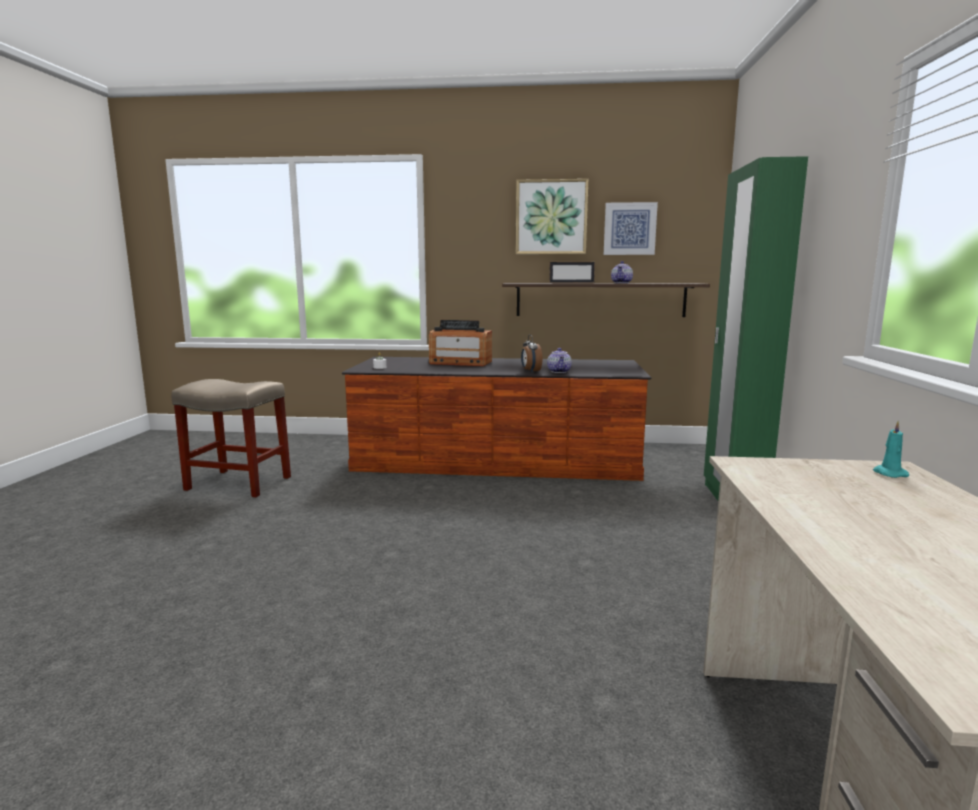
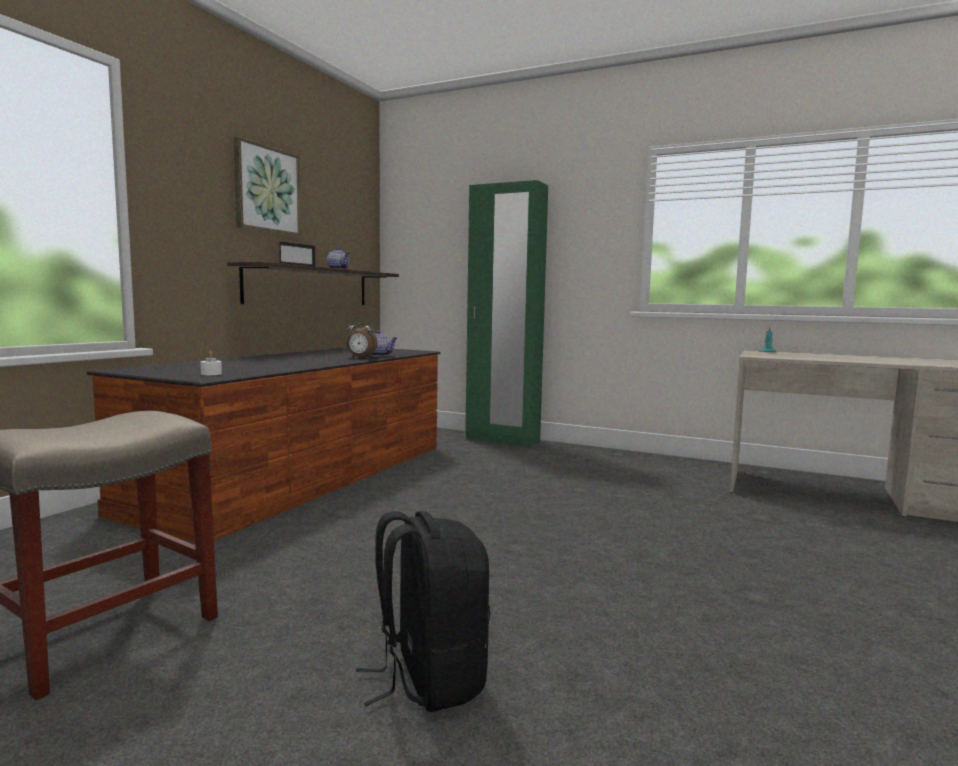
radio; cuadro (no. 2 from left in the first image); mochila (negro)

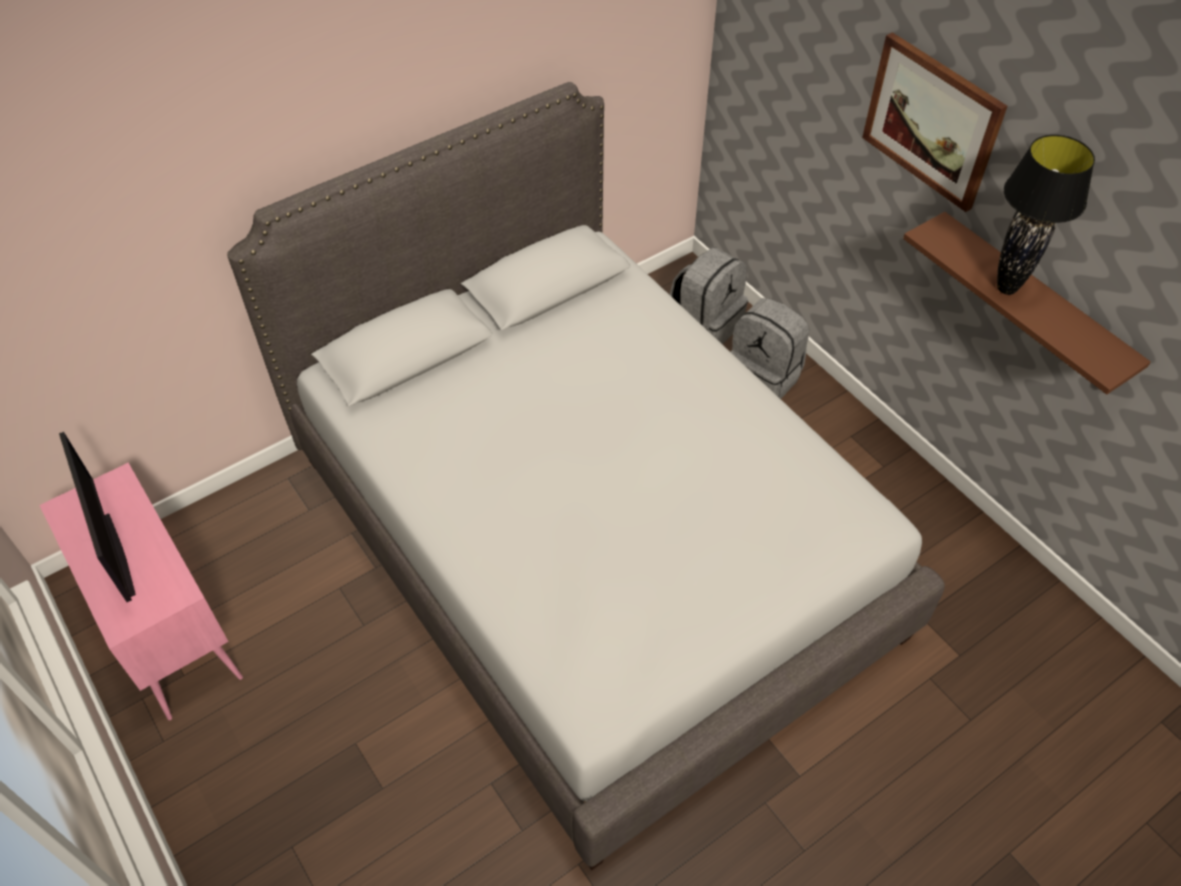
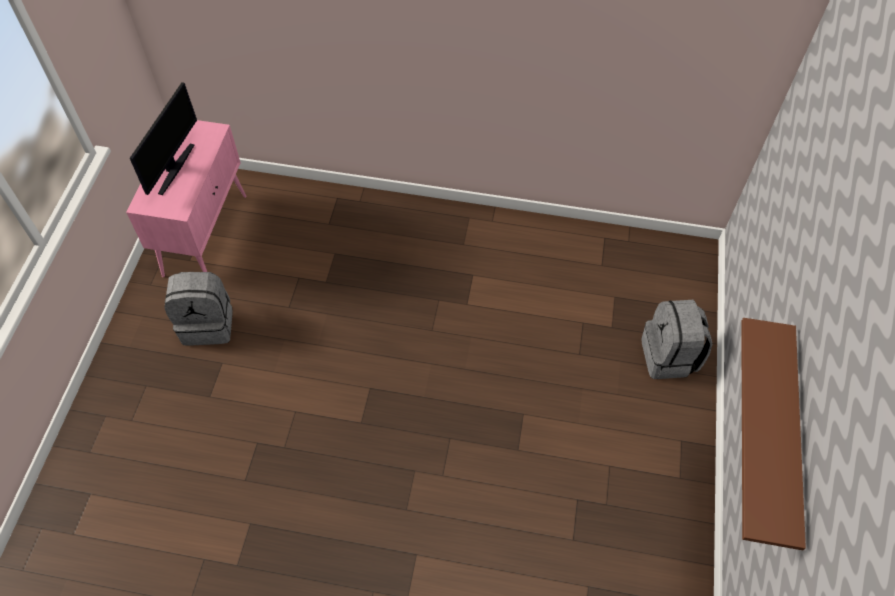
cama (gris); cuadro; lámpara de mesa (negro); mochila (gris) (no. 1 from left)

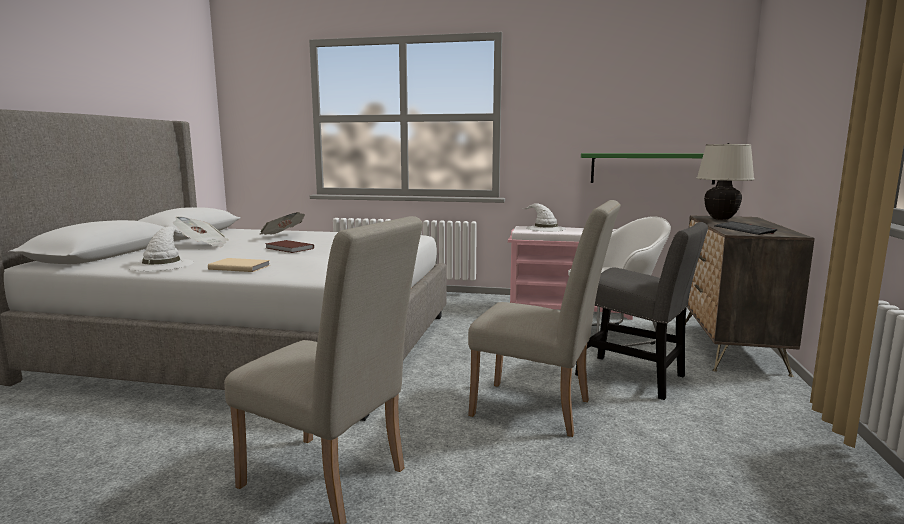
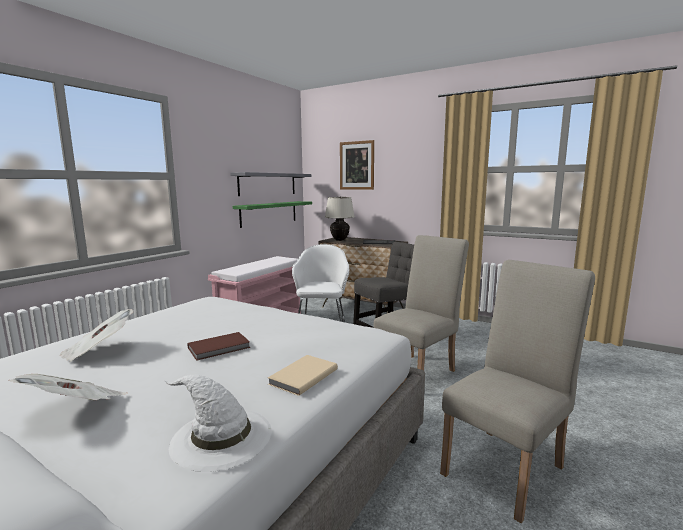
sombrero (blanco) (no. 2 from left in the first image); estante (gris); cuadro

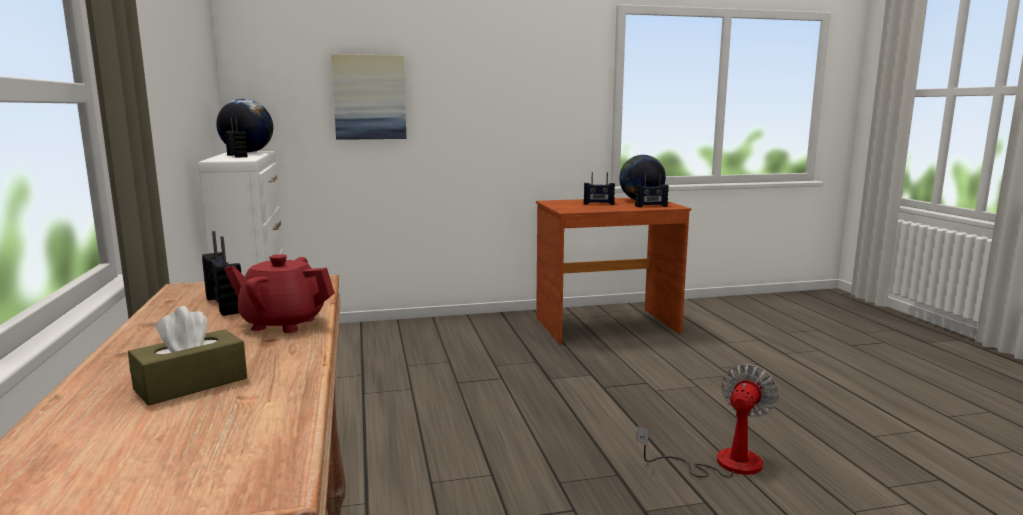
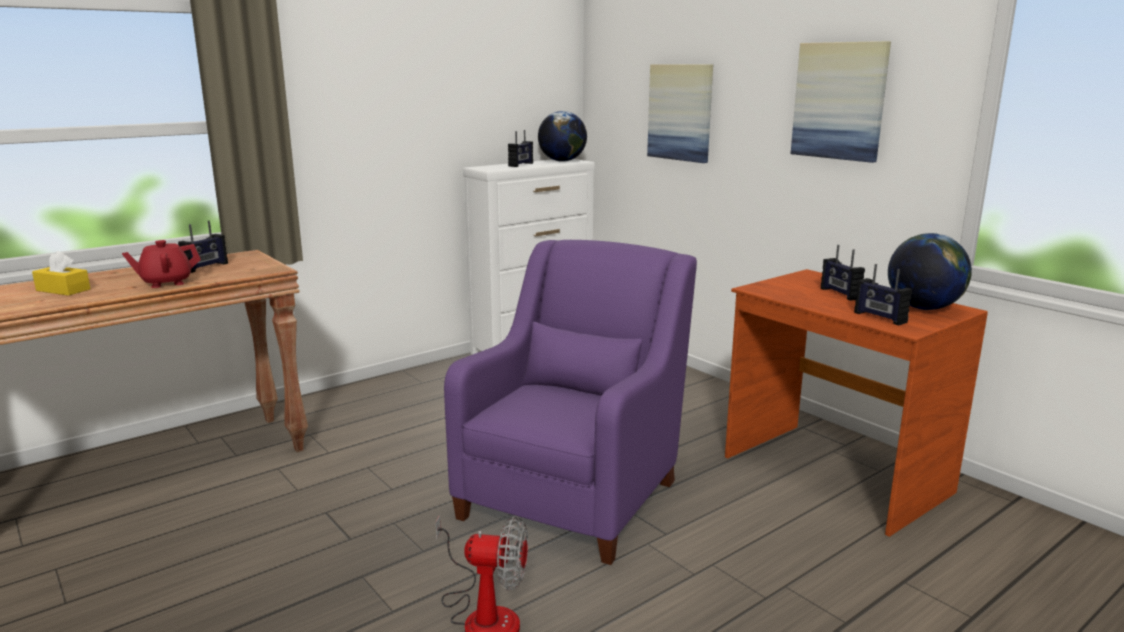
sillón (morado); cuadro (no. 2 from left); caja de pañuelos (amarillo); tetera (rojo)

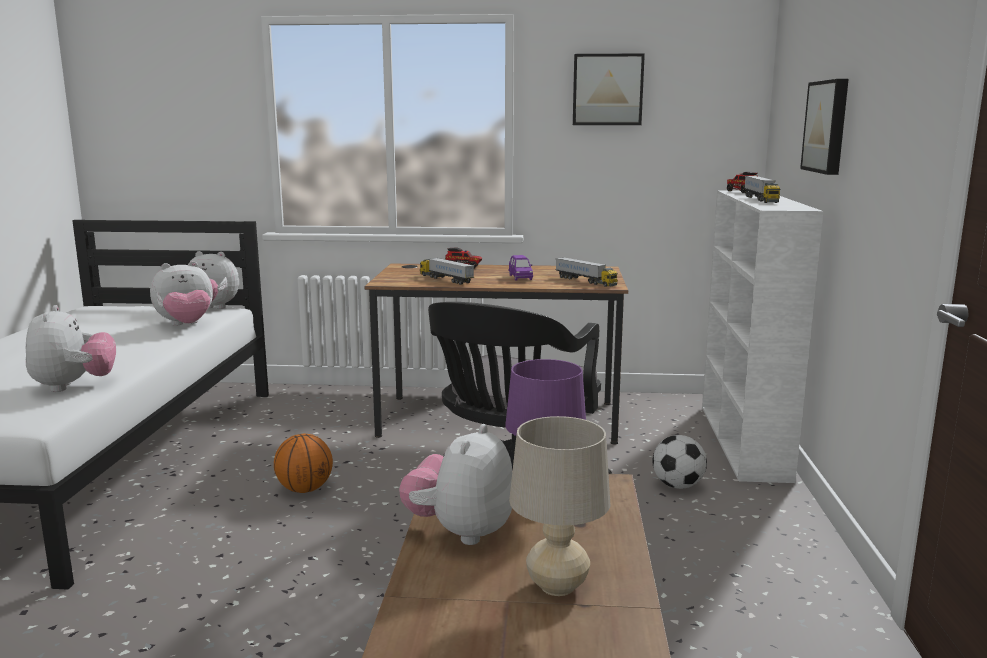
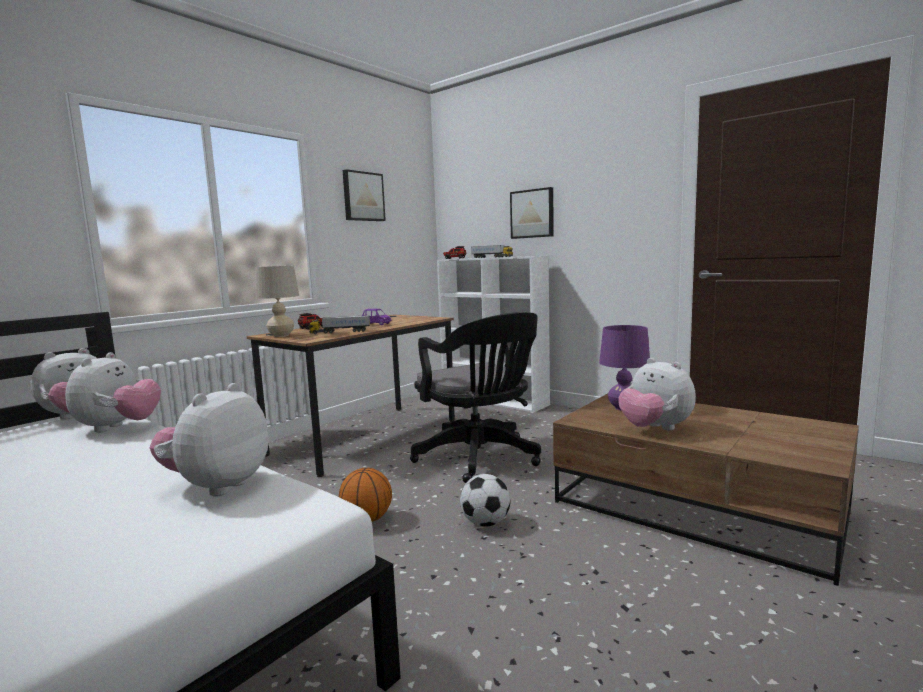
camión de juguete (no. 3 from left in the first image); lámpara de mesa (beis); balón de fútbol; peluche (no. 3 from left)

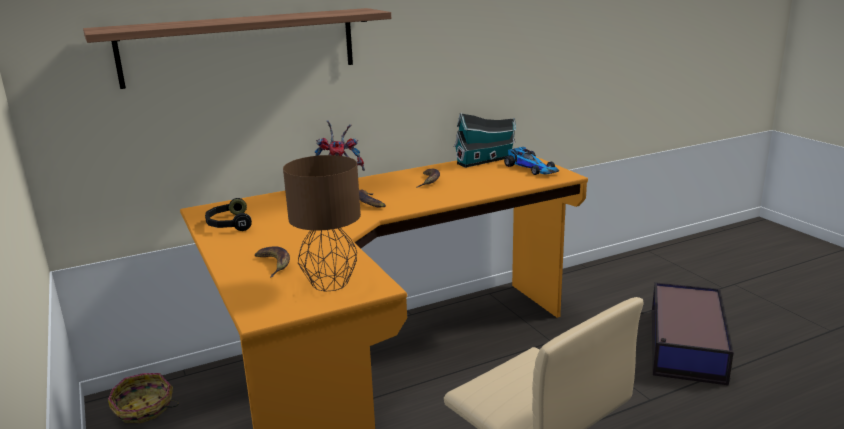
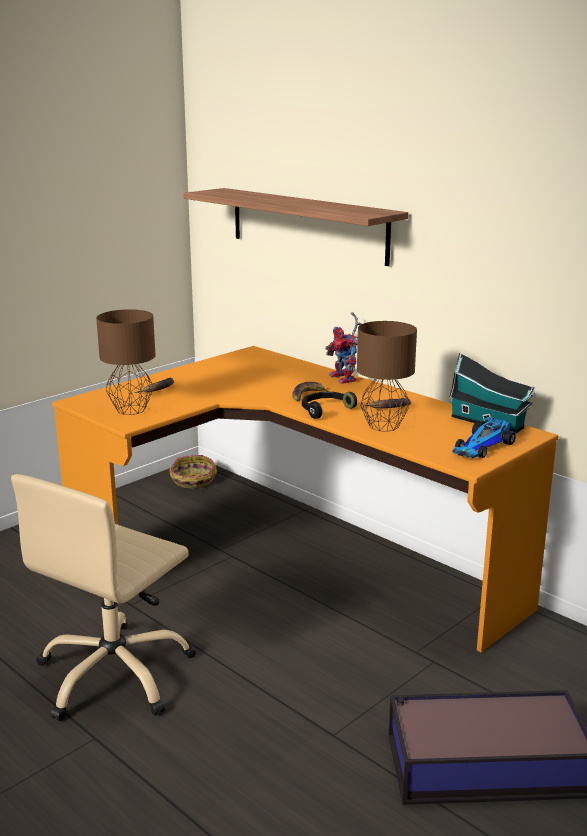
lámpara de mesa (marrón) (no. 2 from left); auriculares (negro)

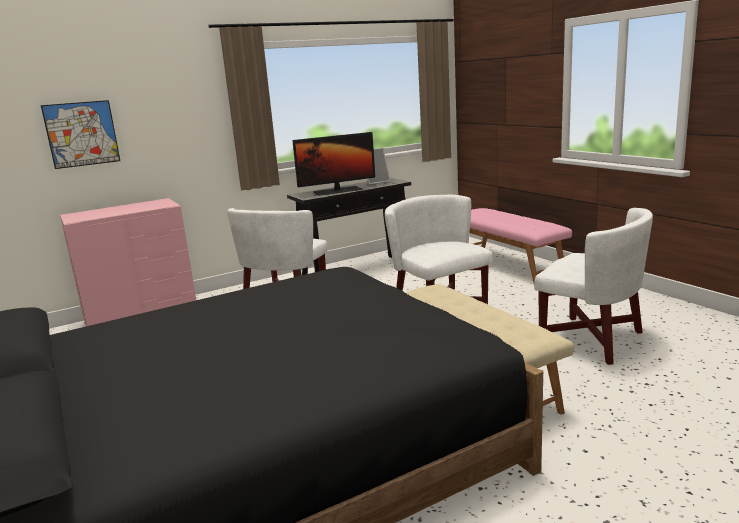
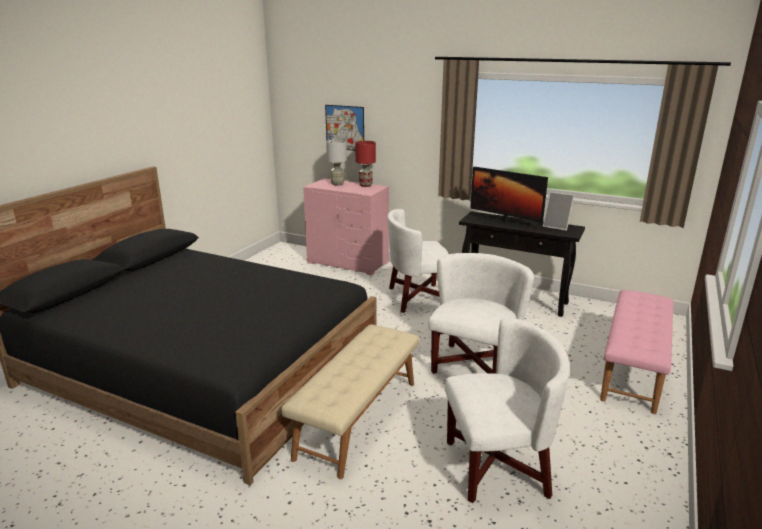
lámpara de mesa (gris); lámpara de mesa (rojo); sillón (blanco) (no. 3 from left)

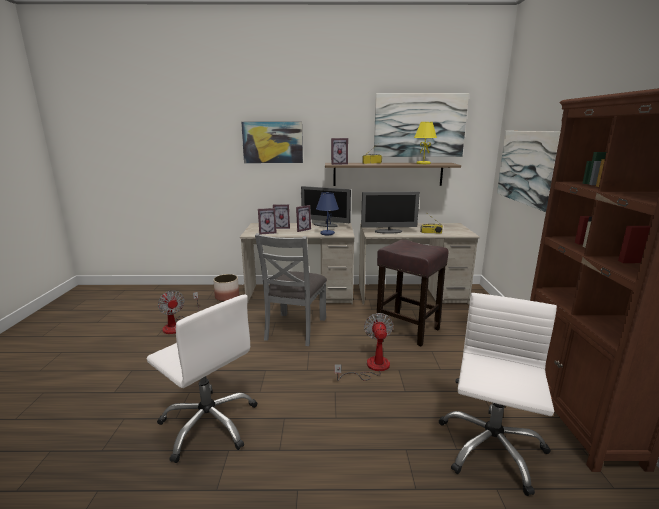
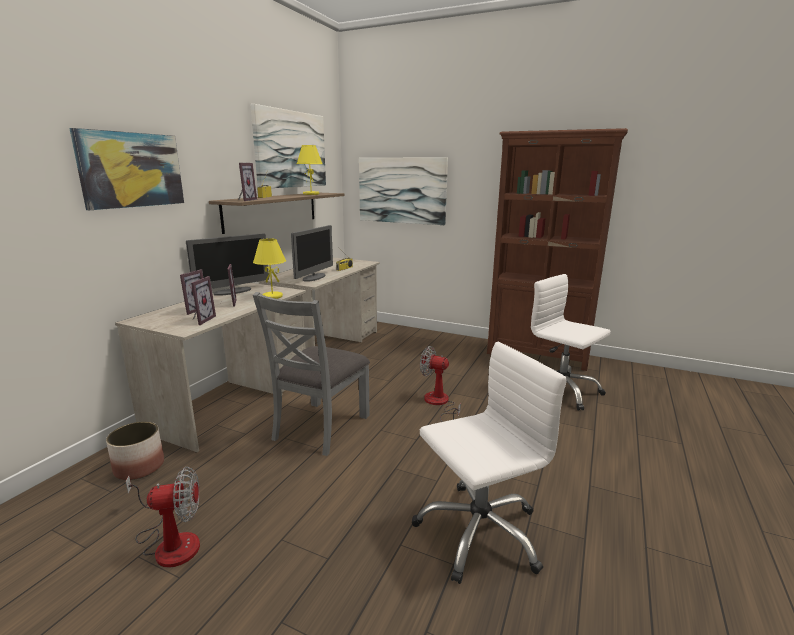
taburete (marrón); lámpara de mesa (amarillo) (no. 1 from left); silla (gris)

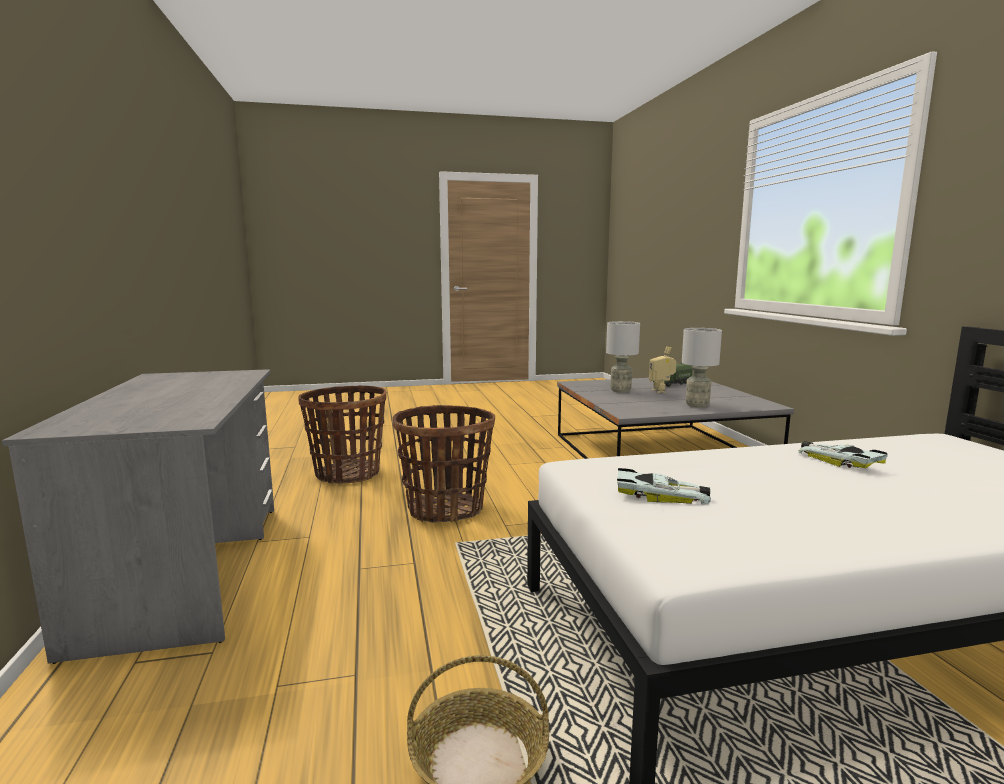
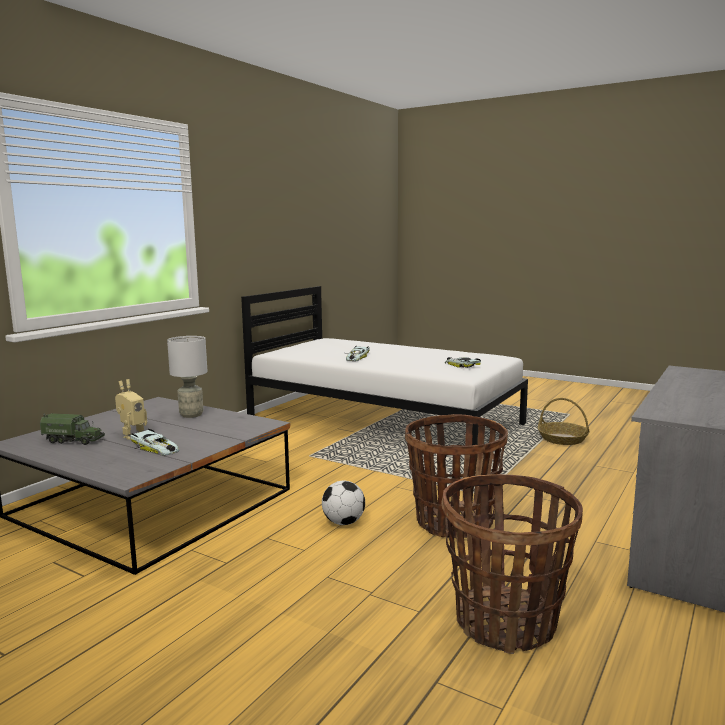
balón de fútbol; coche de juguete (no. 1 from left)

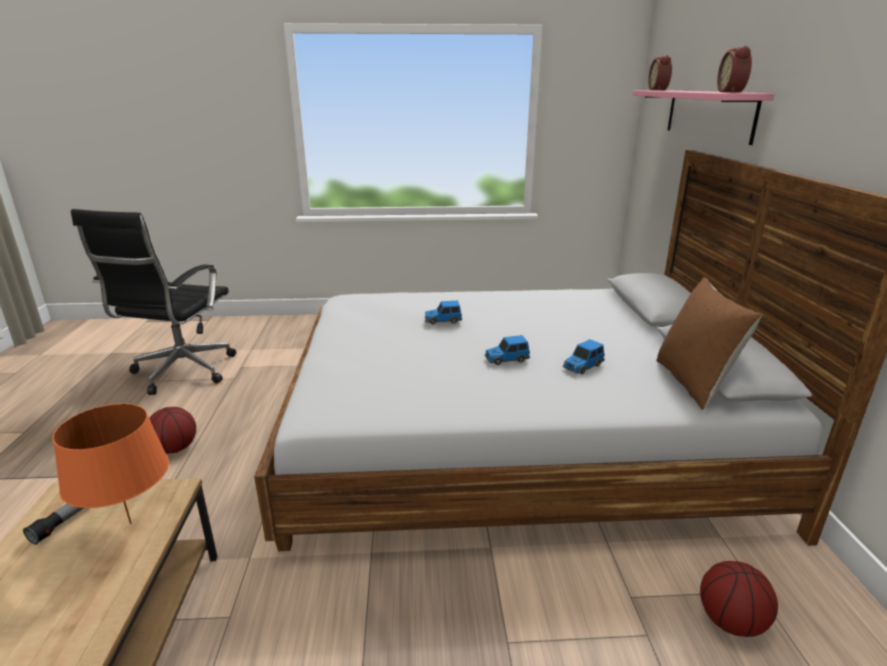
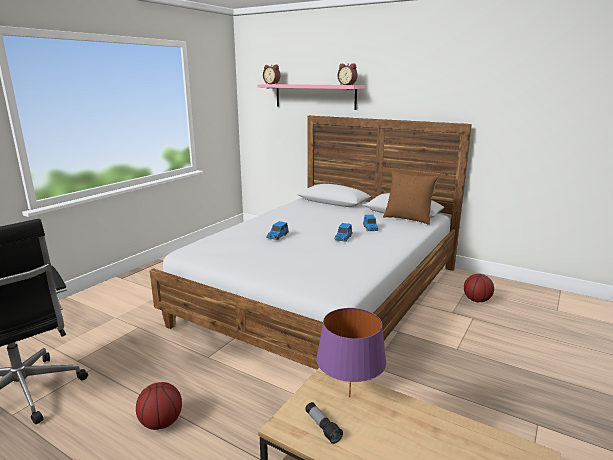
lámpara de mesa (morado)

